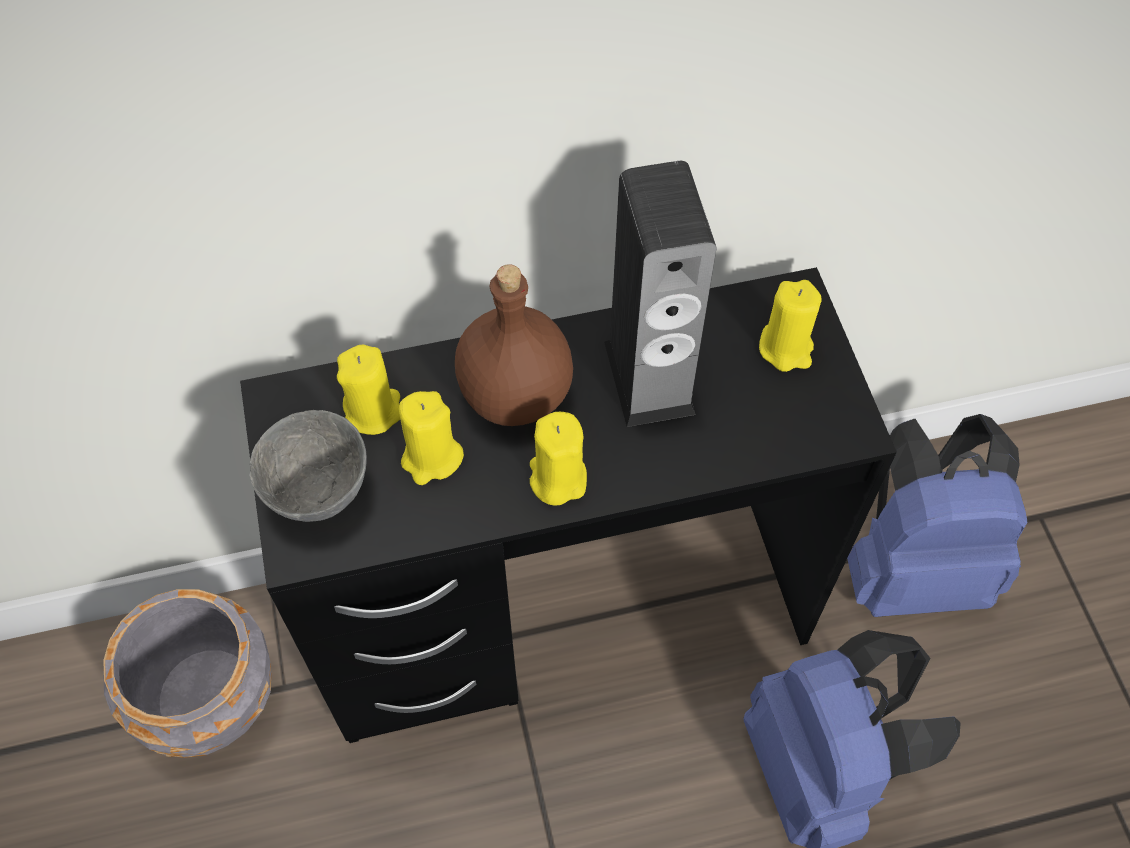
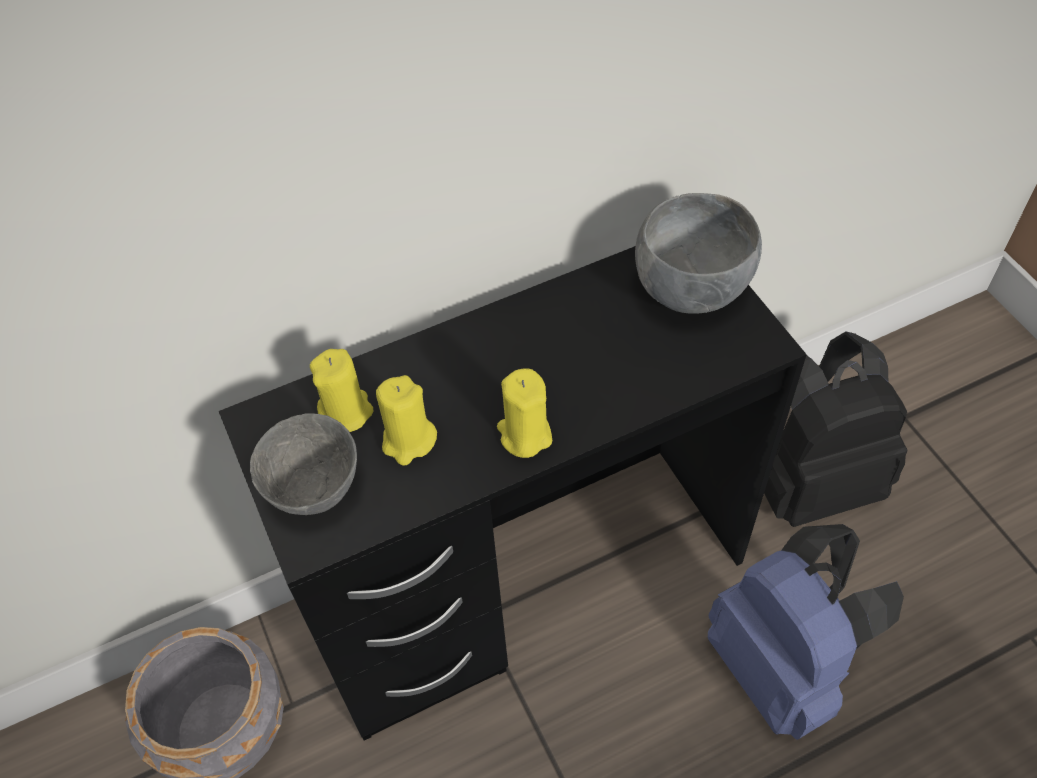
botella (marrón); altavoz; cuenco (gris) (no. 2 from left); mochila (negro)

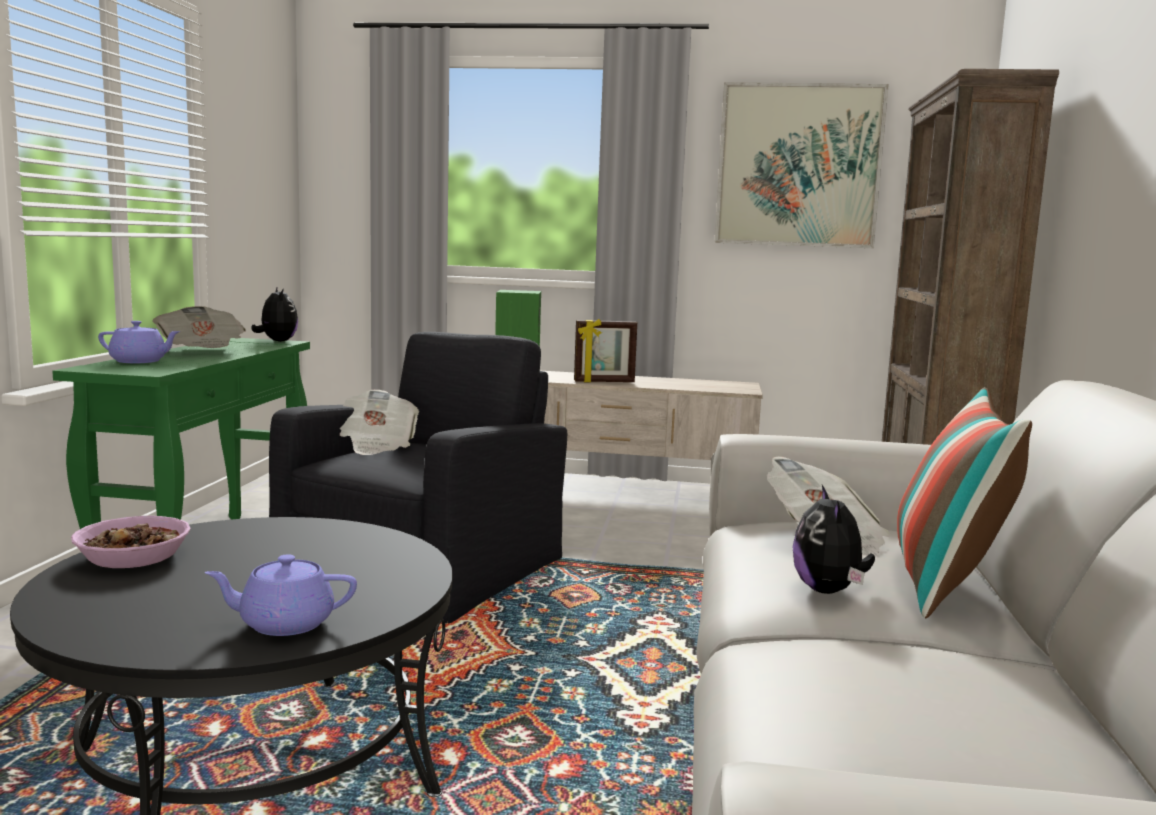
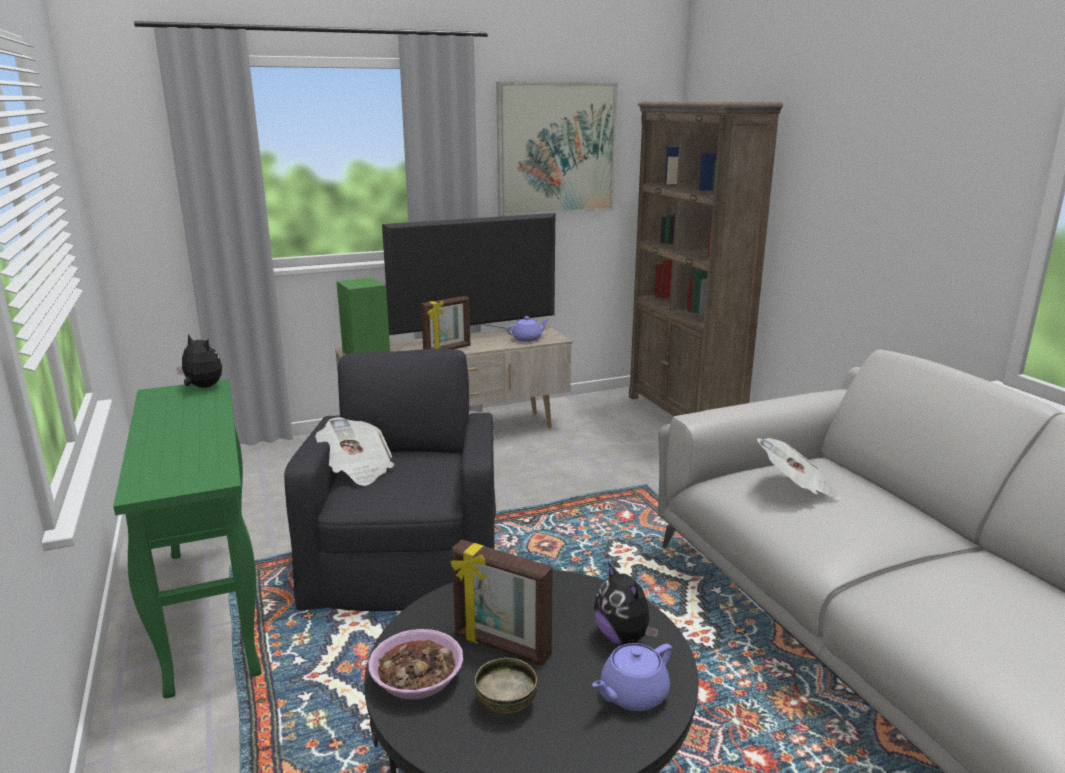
periódico (no. 1 from left in the first image); cojín; televisor; portarretratos (no. 2 from left); cuenco (no. 2 from left); tetera (morado) (no. 1 from left); peluche (no. 2 from left)

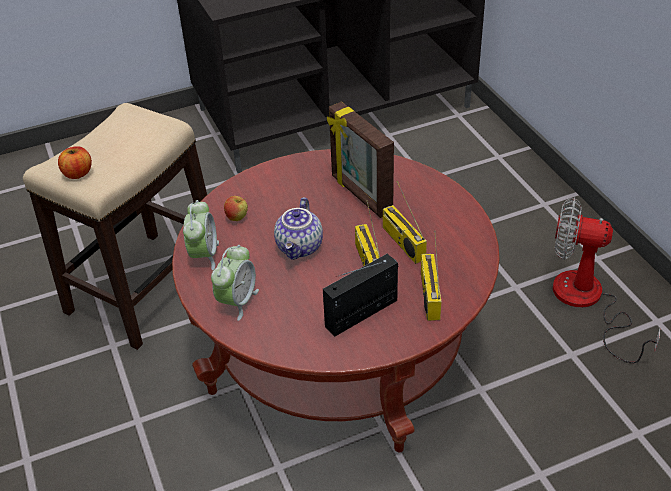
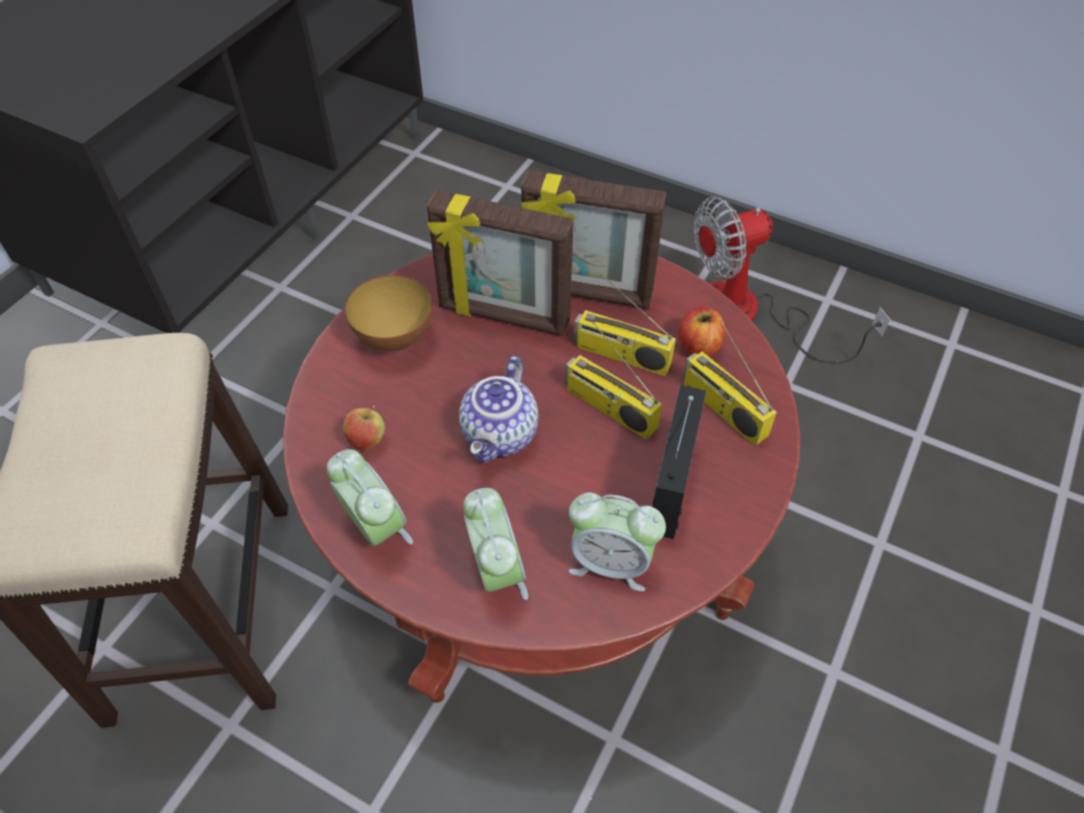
cuenco; portarretratos (no. 2 from left); despertador (no. 3 from left); manzana (no. 2 from left); tetera

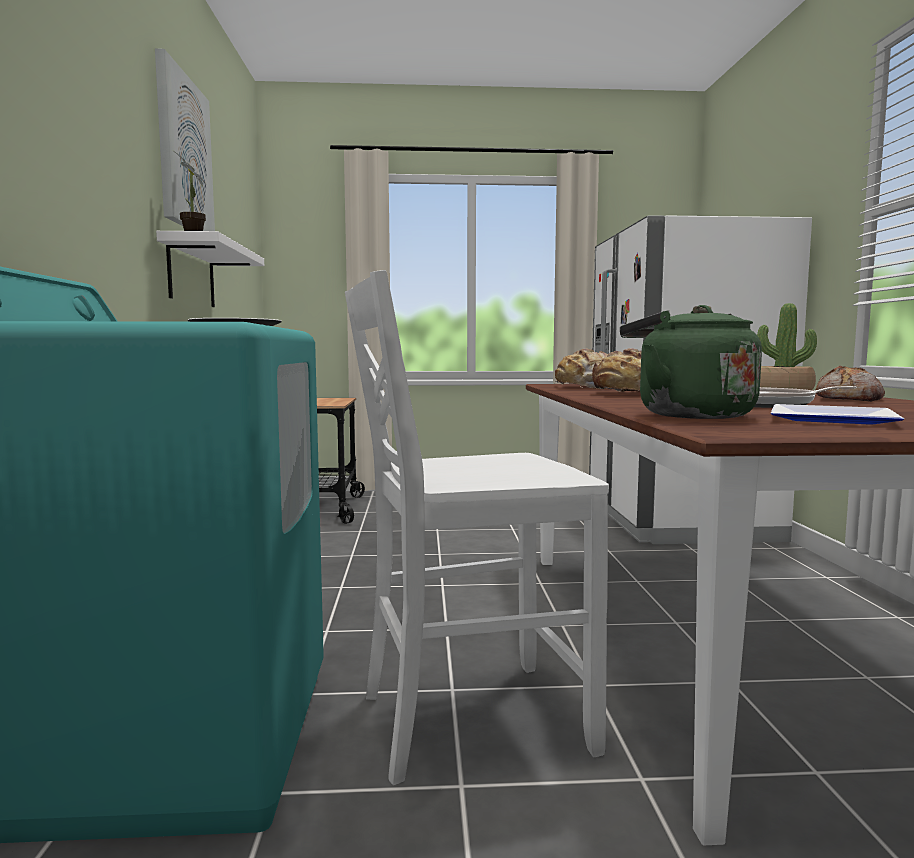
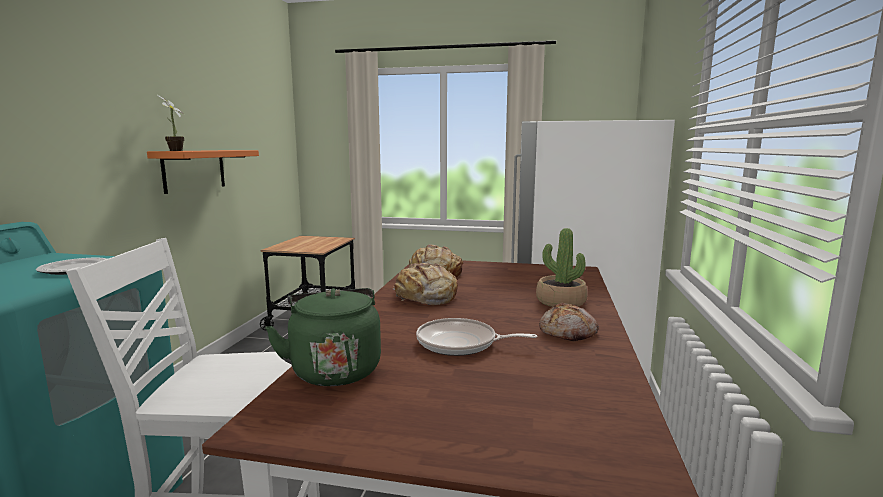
cuadro; plato (no. 2 from left in the first image); estante (naranja)

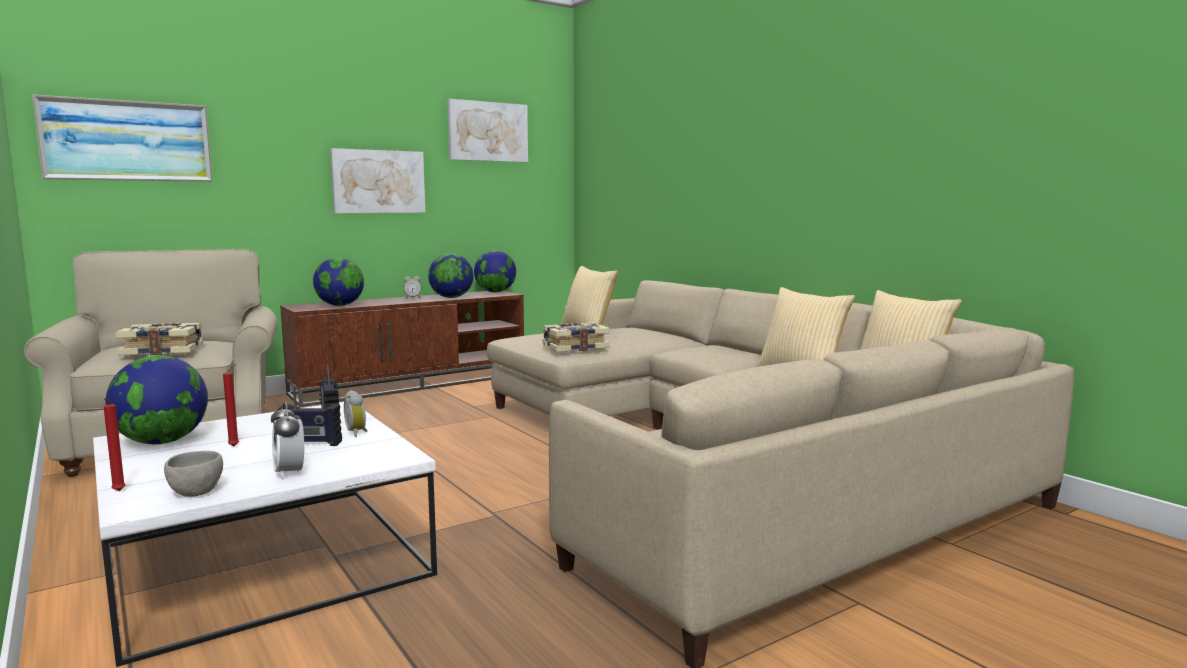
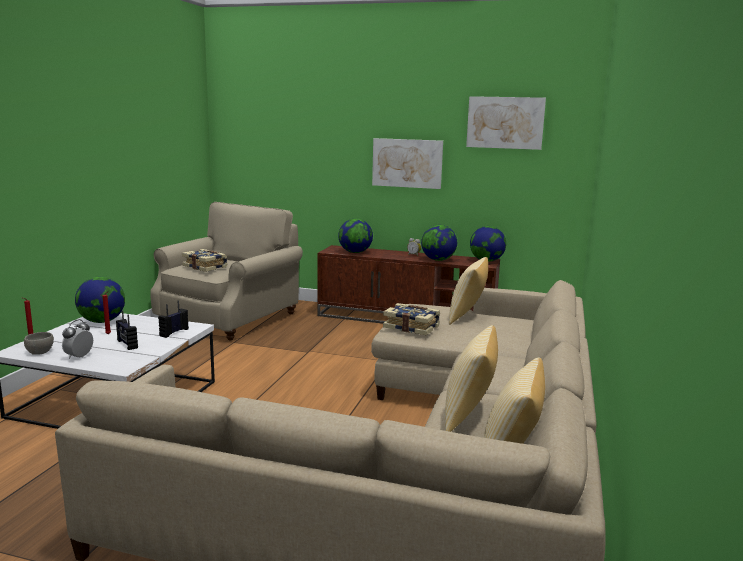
cuadro (no. 1 from left in the first image); despertador (no. 2 from left in the first image)

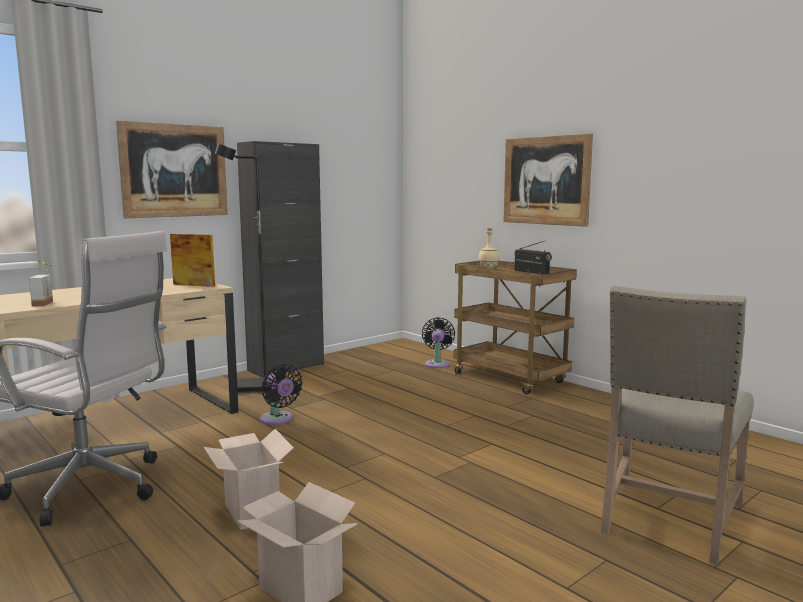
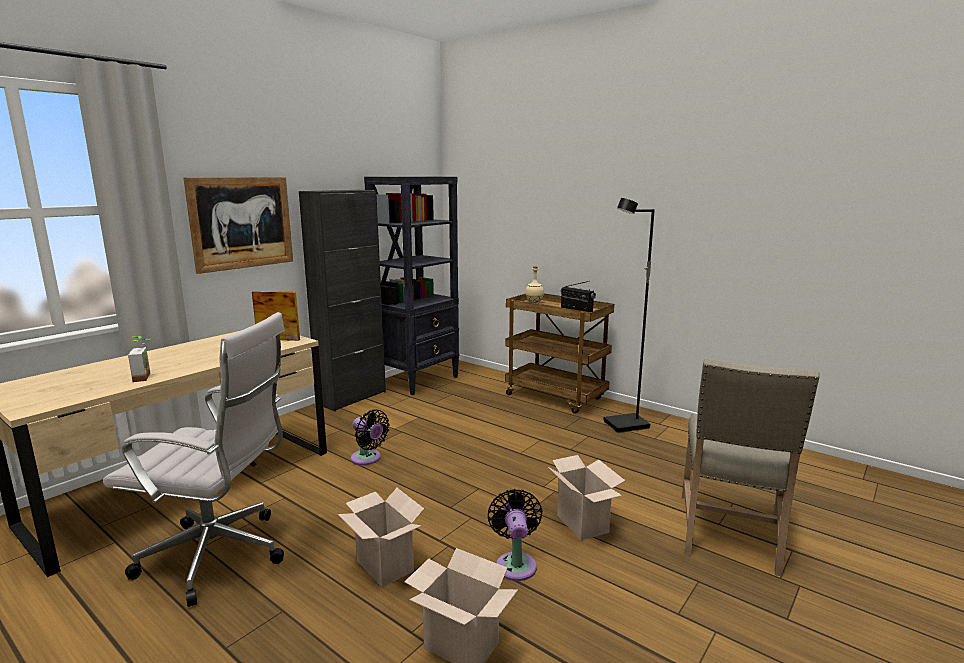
cuadro (no. 2 from left in the first image); estantería (negro); caja de cartón (no. 3 from left); lámpara de pie (negro); ventilador (negro) (no. 2 from left)

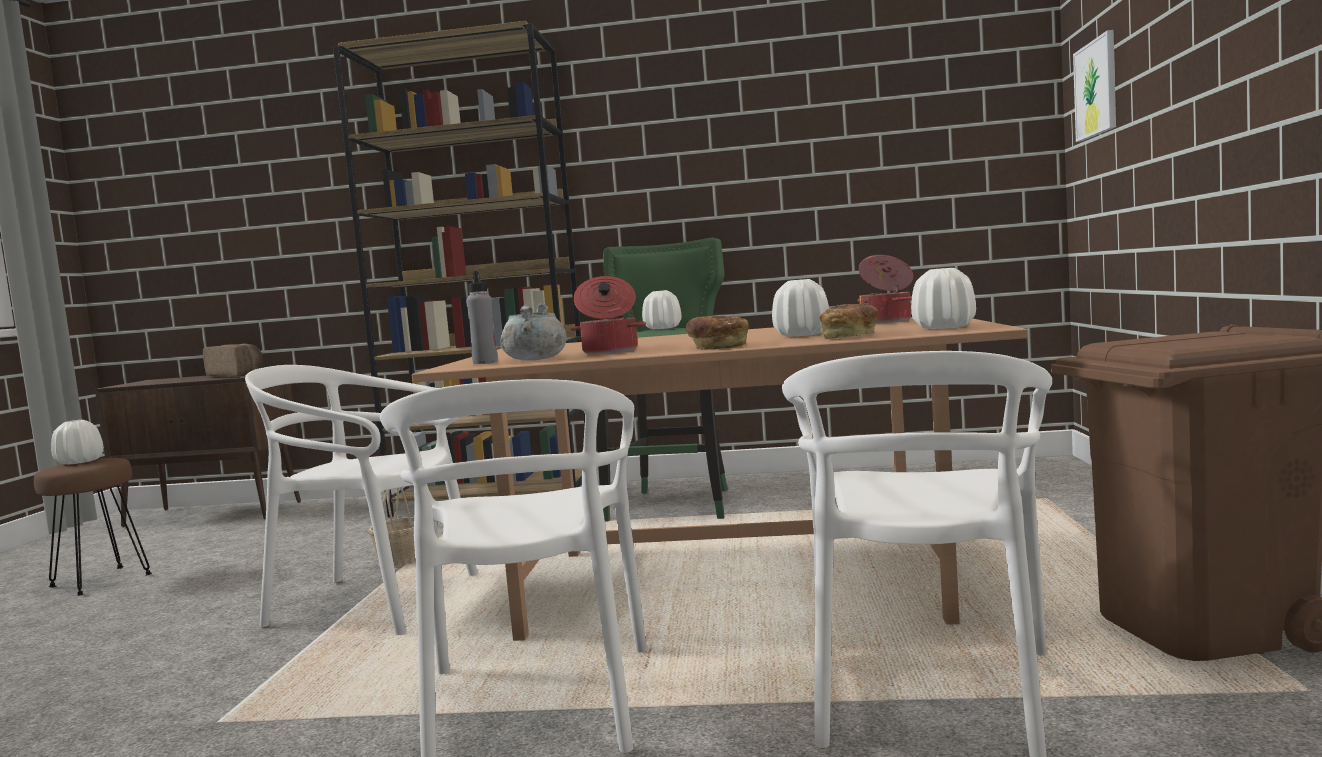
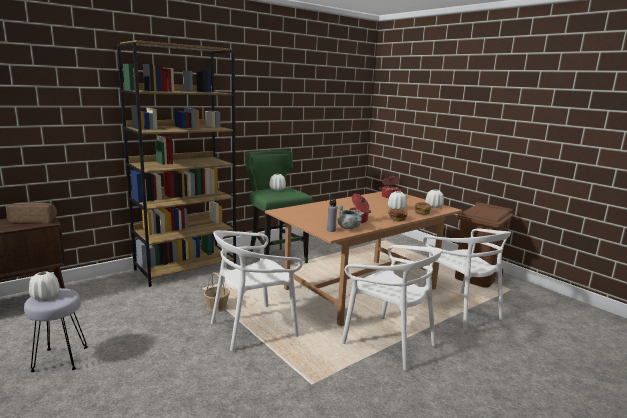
cuadro; taburete (gris)

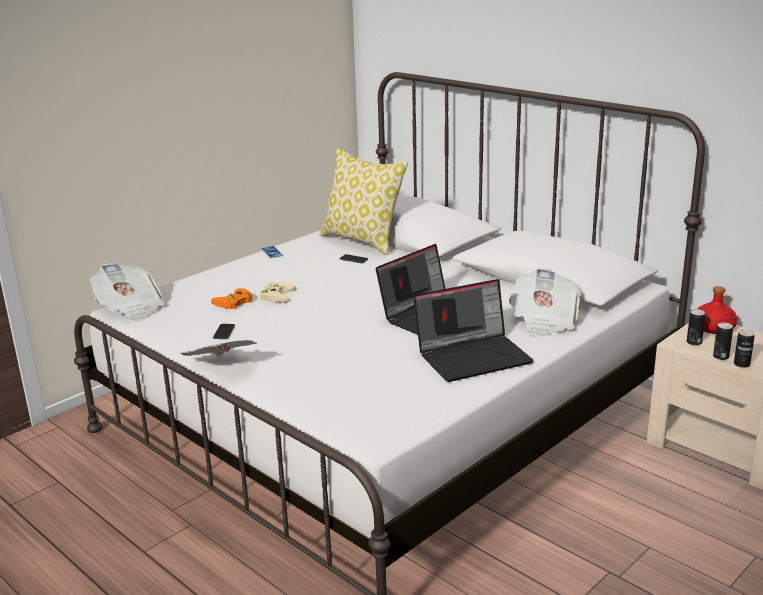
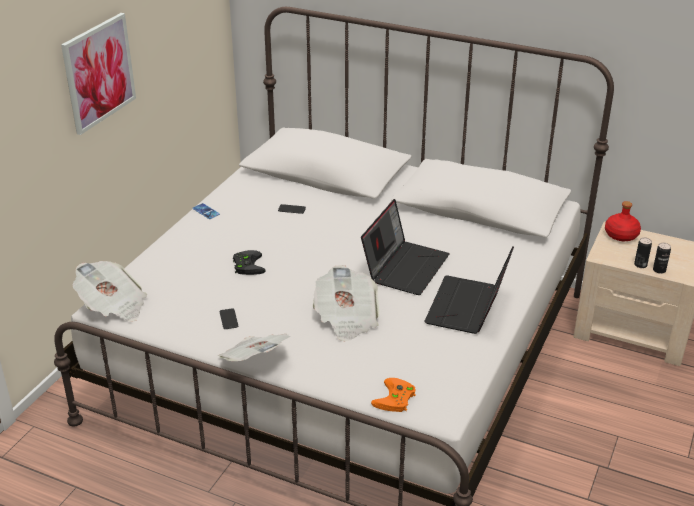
cojín; lata (no. 1 from left in the first image); cuadro; mando de consola (naranja); periódico (no. 3 from left); mando de consola (negro); portátil (no. 2 from left)

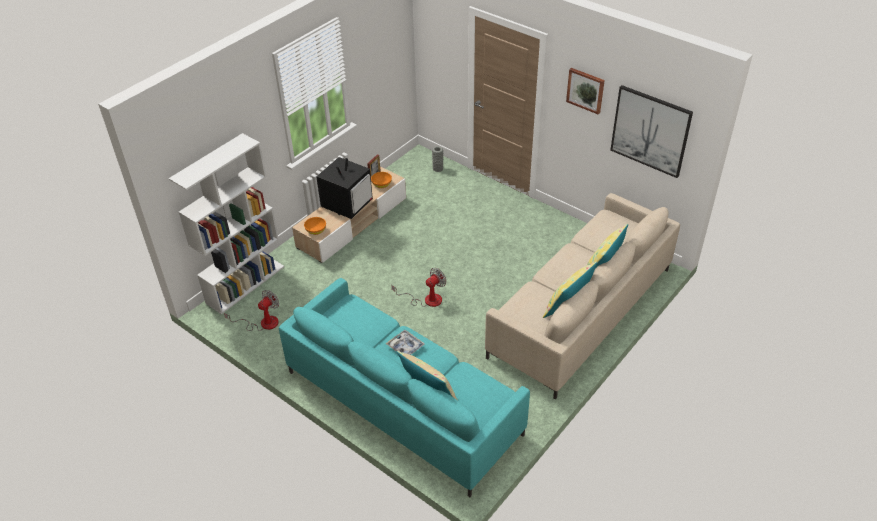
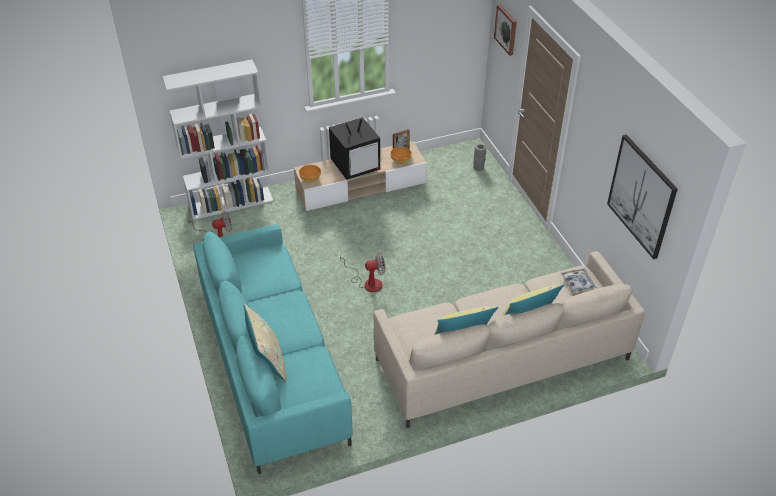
bandeja; cuadro (no. 1 from left)

